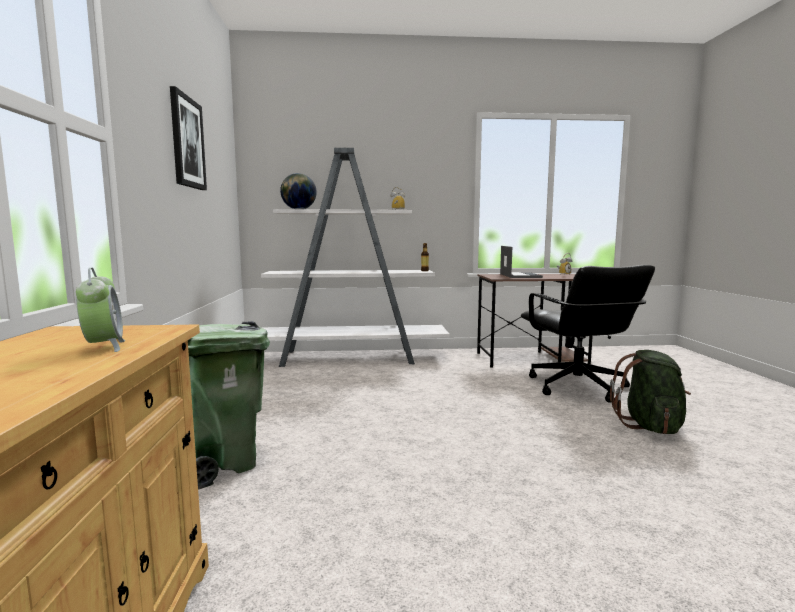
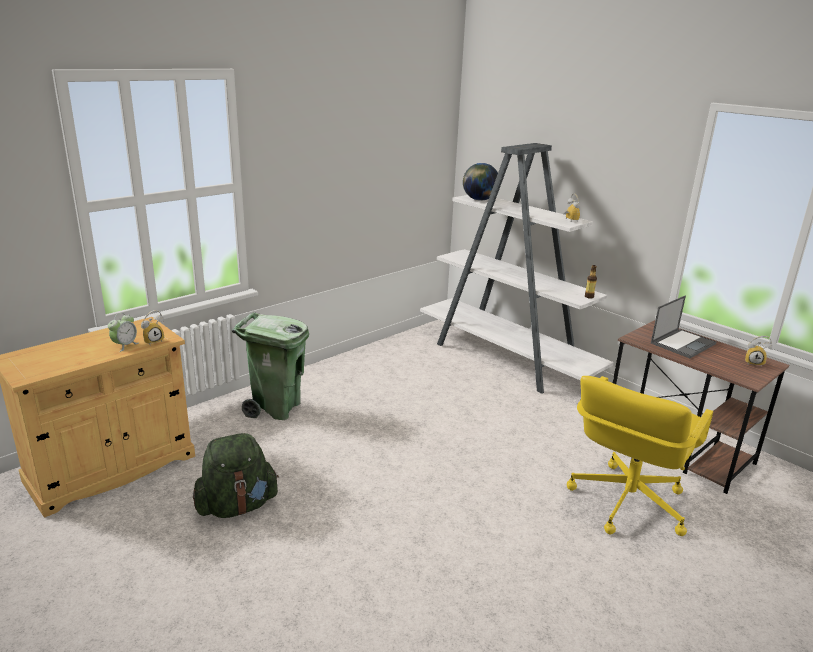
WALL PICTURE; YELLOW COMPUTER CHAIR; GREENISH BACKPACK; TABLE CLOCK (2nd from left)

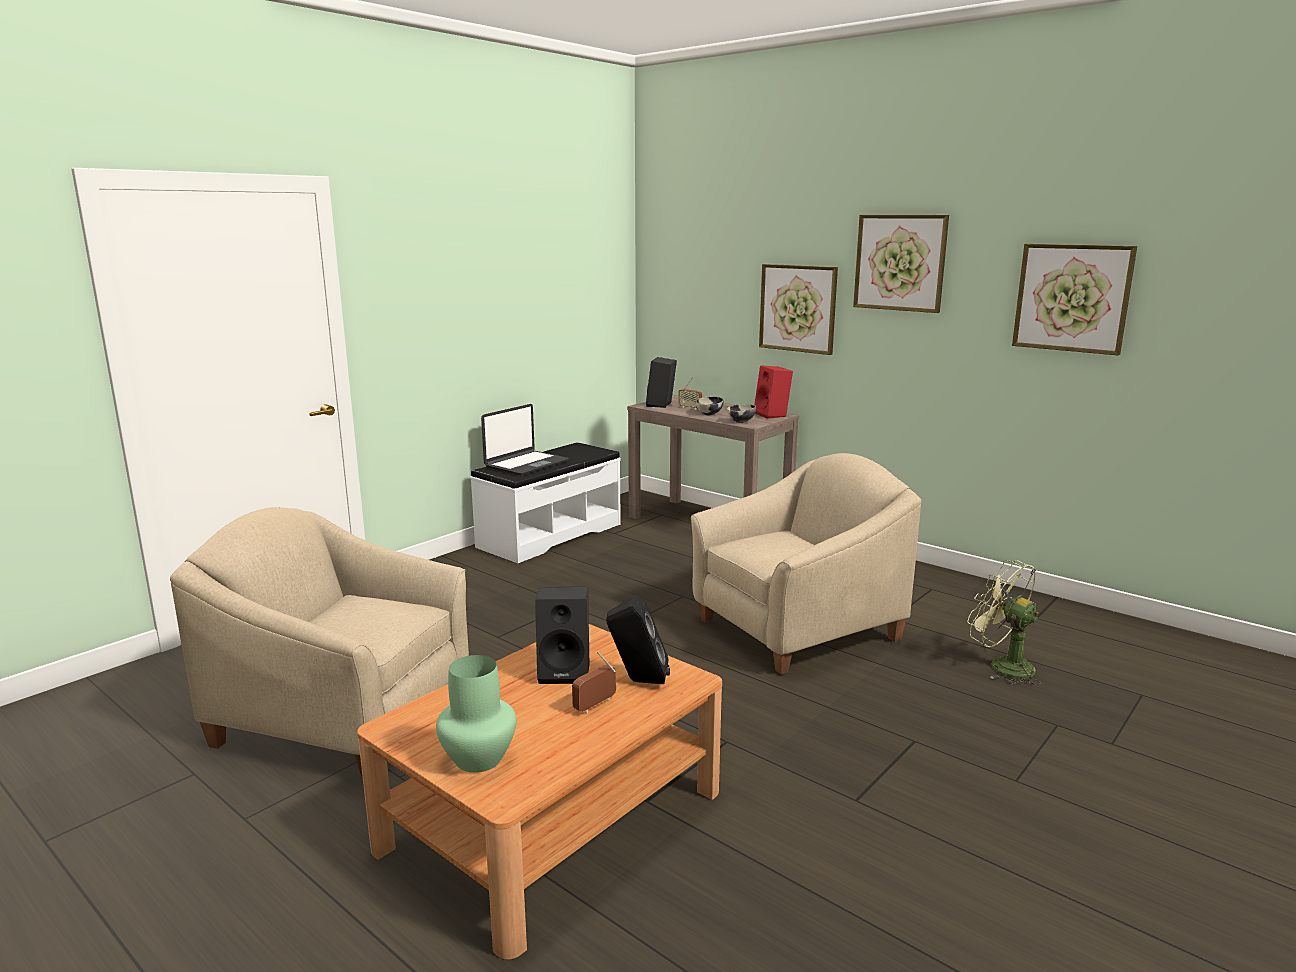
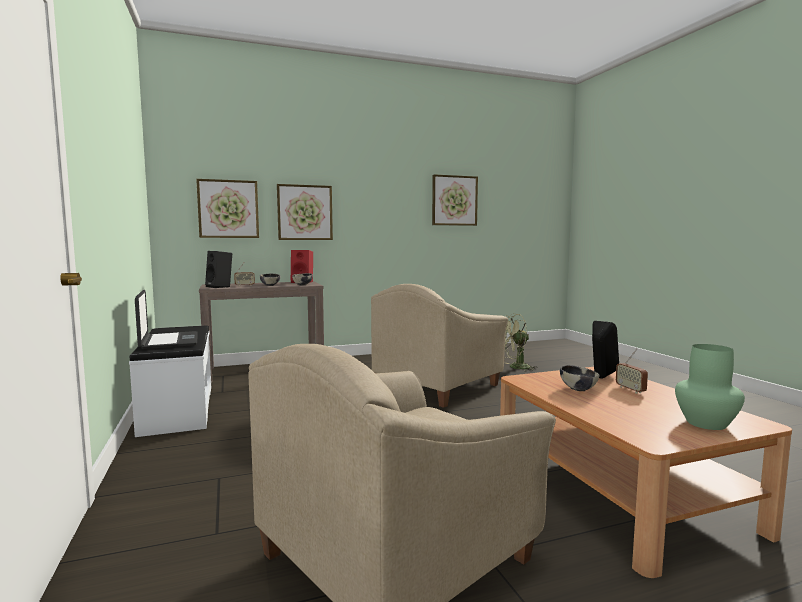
DEEP DISH (3rd from left); SAND-COLOURED EASY CHAIR (2nd from left); WALL PICTURE (1st from left)

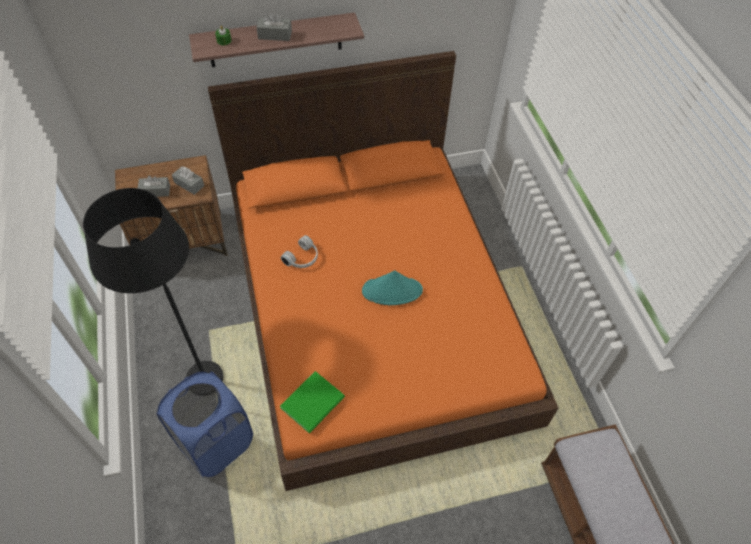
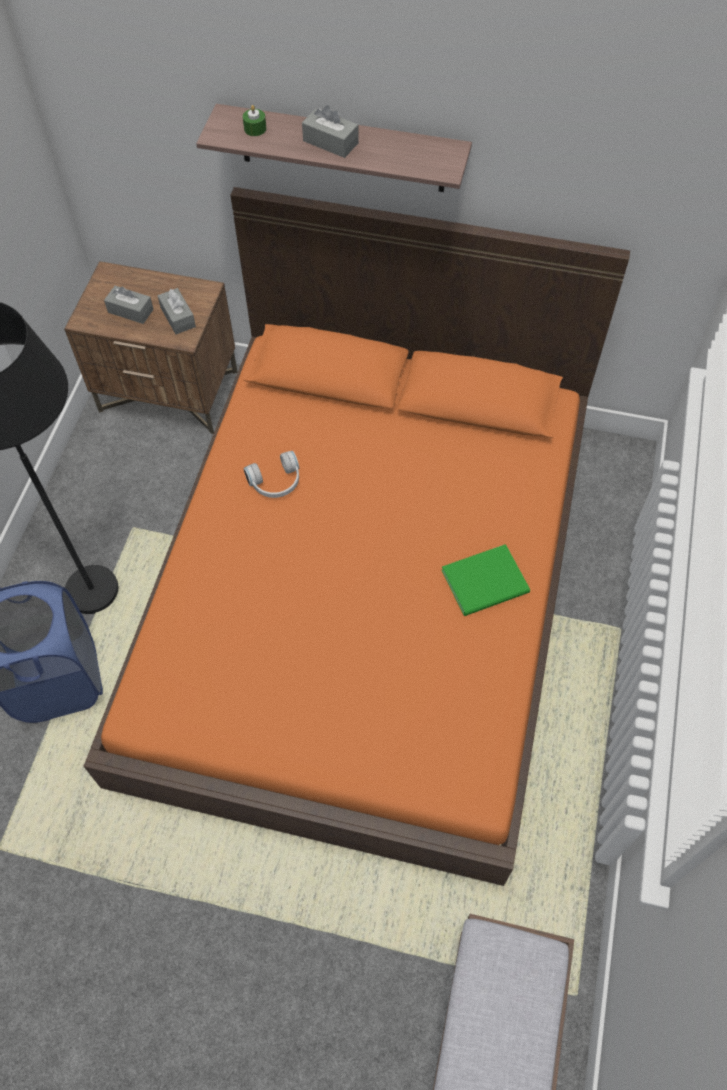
GREENISH VOLUME; TURQUOISE WEARABLE HAT

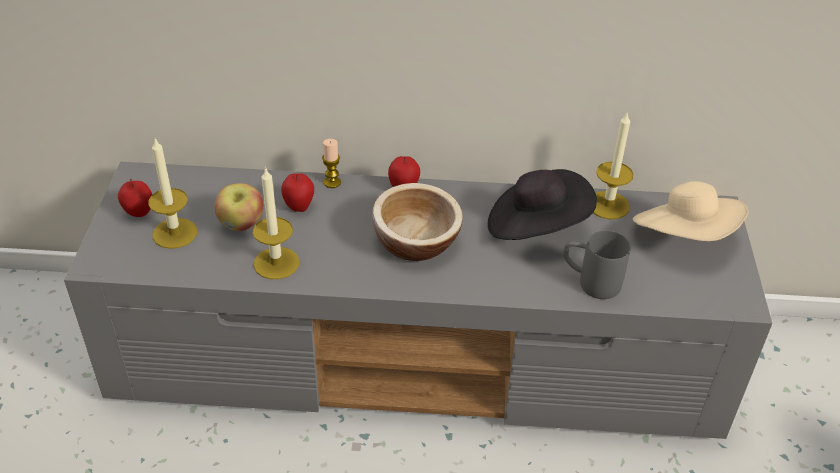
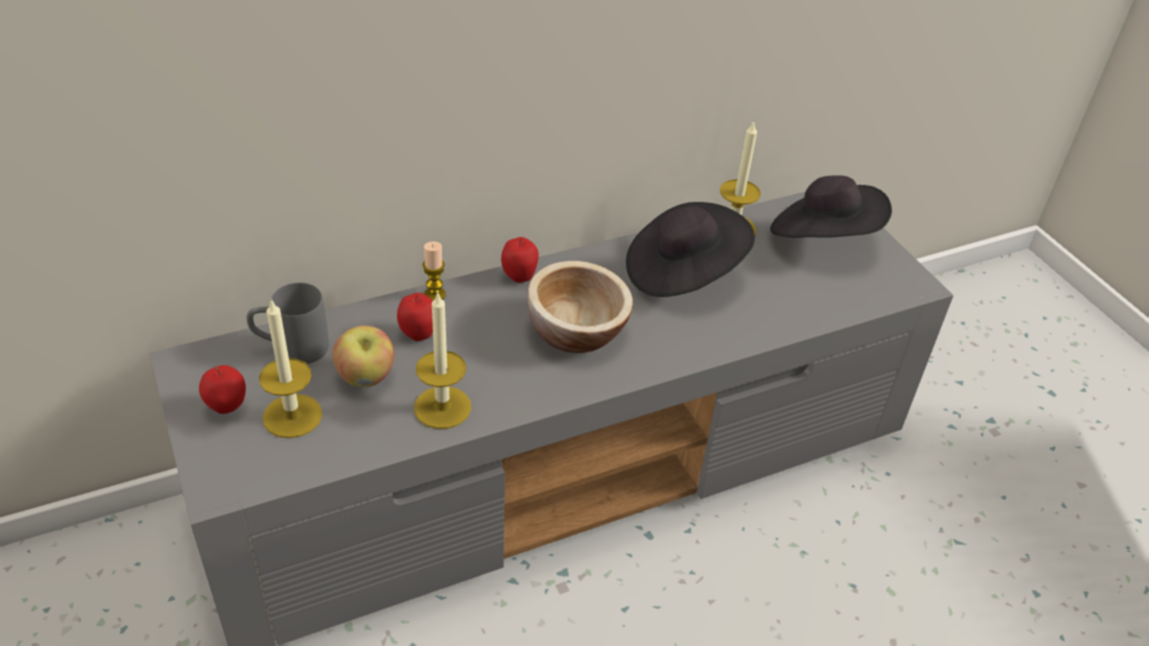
GREY MUG; BLACK WEARABLE HAT (2nd from left)

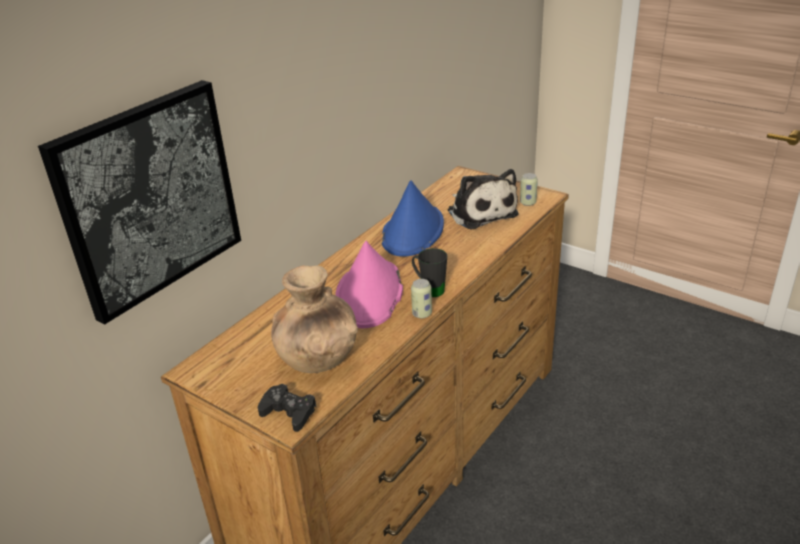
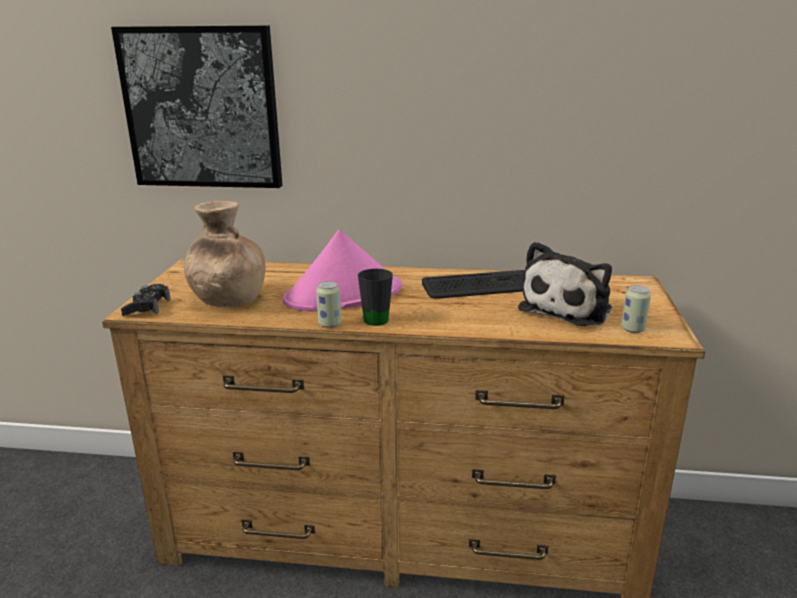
COMPUTER KEYBOARD

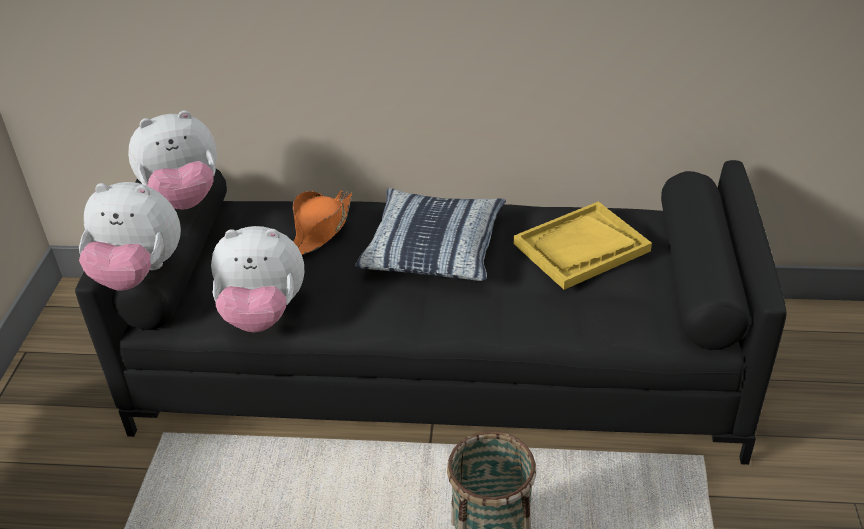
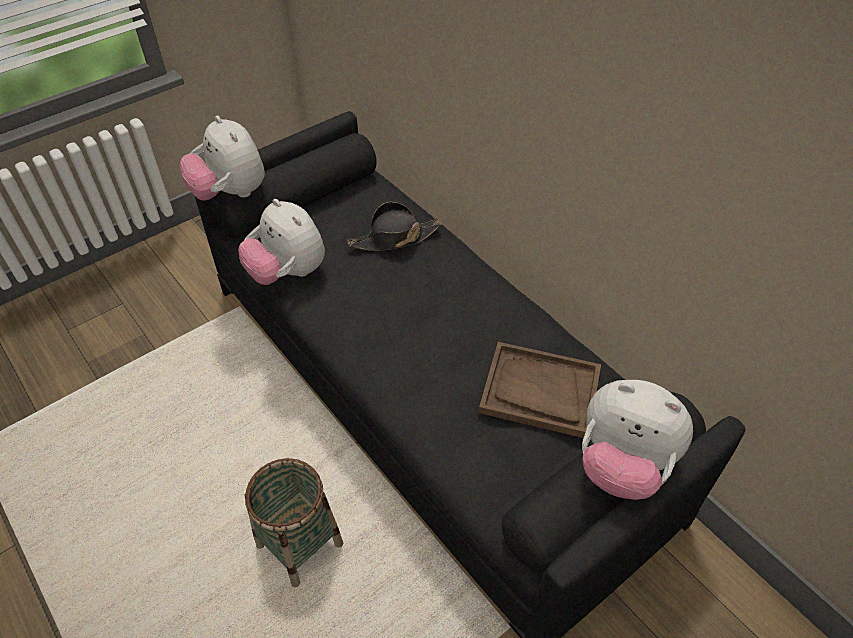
PLUSH TOY (3rd from left); BLACK WEARABLE HAT; THROW PILLOW; BROWN CARRYING TRAY

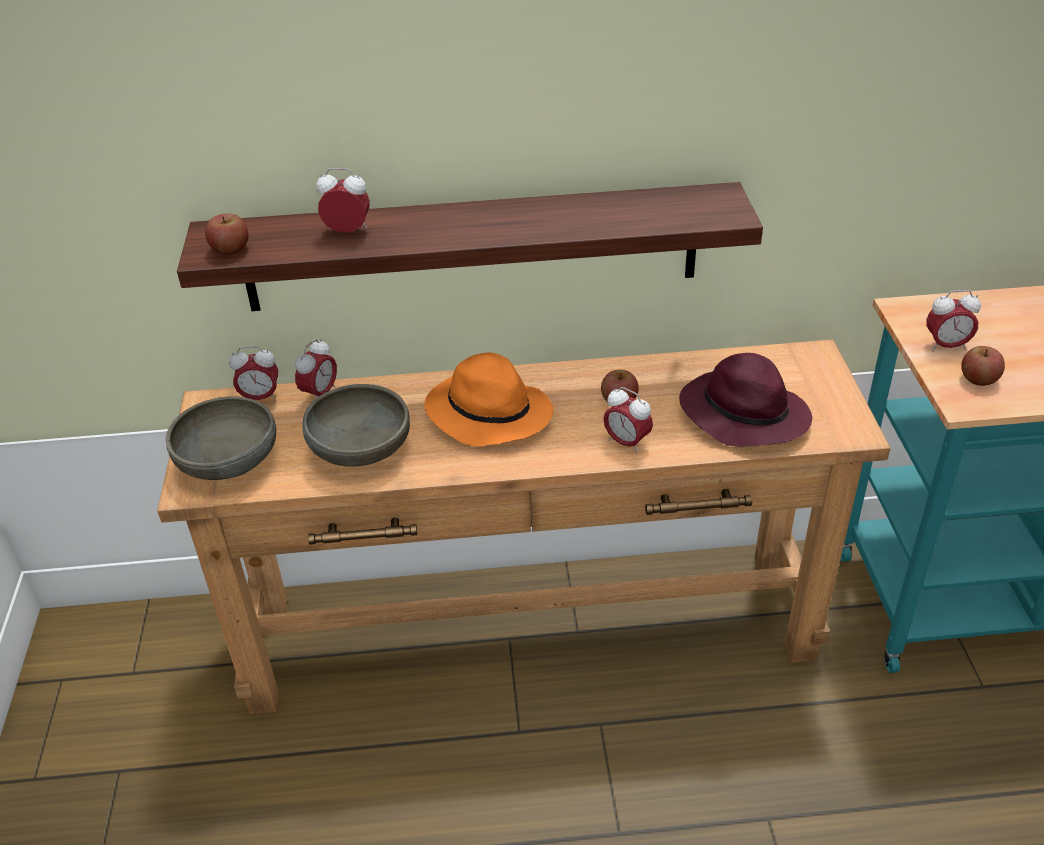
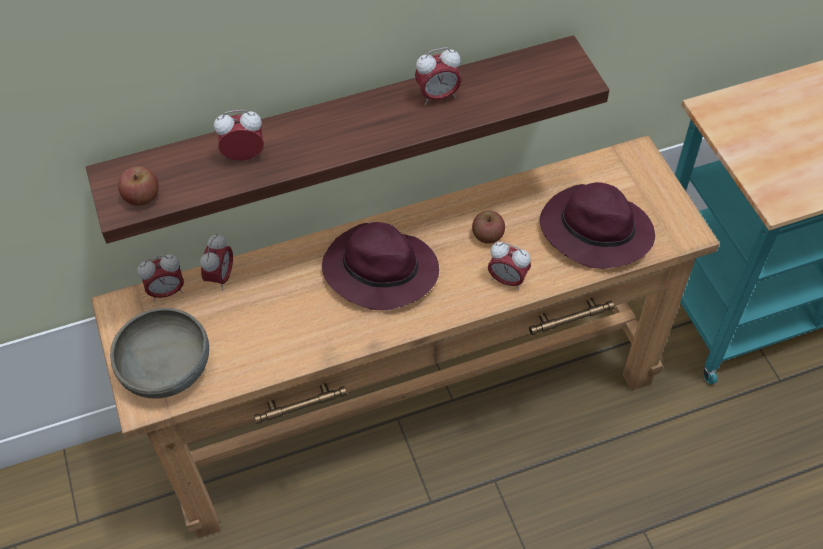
GREY DEEP DISH (2nd from left in the first image); PURPLE-COLOURED WEARABLE HAT (1st from left); TABLE CLOCK (4th from left); APPLE (3rd from left in the first image)

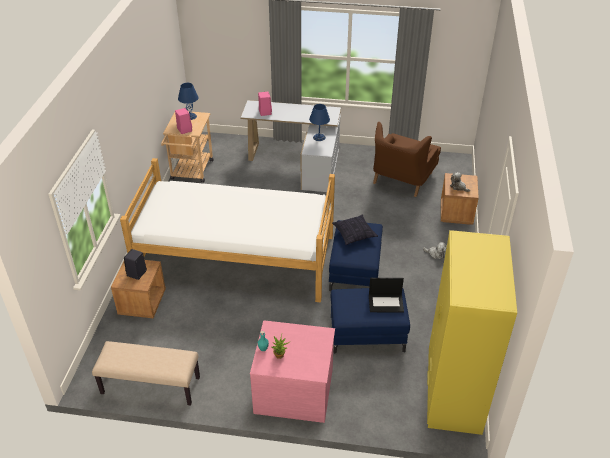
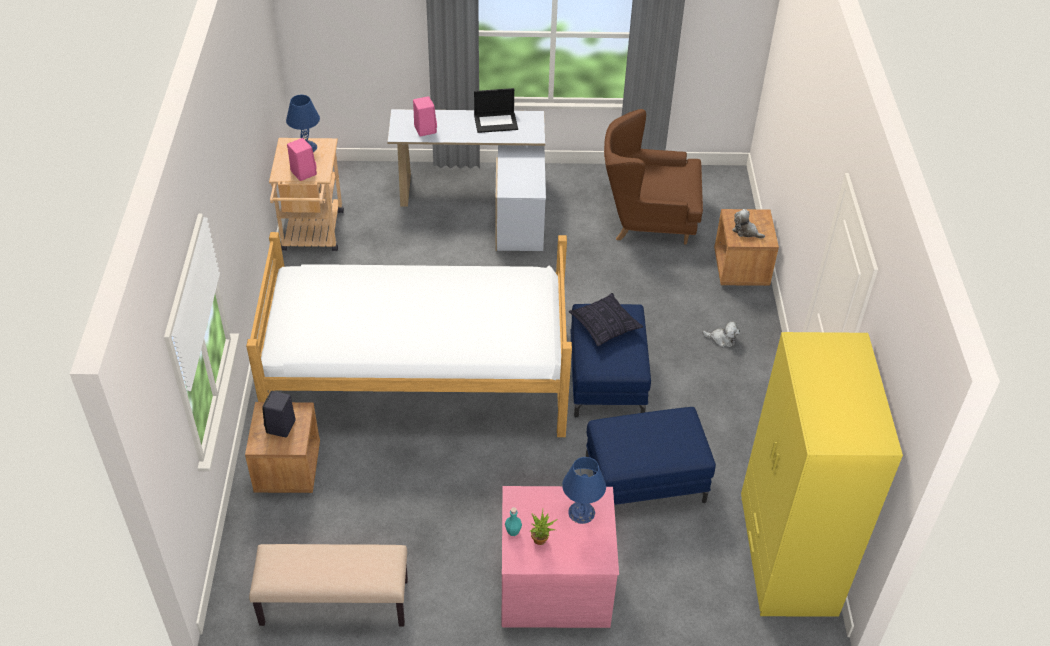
BLUISH TABLETOP LAMP (2nd from left); PORTABLE COMPUTER; BROWN EASY CHAIR

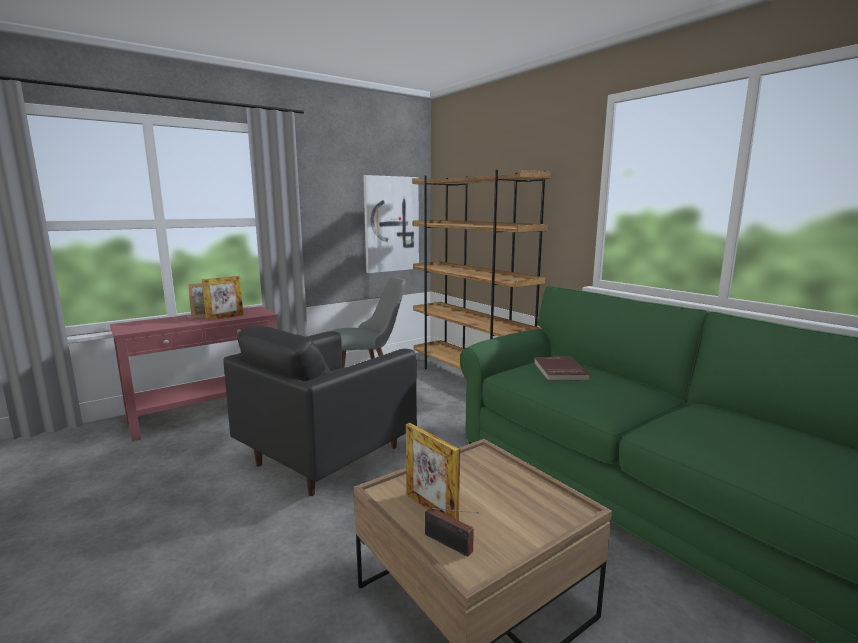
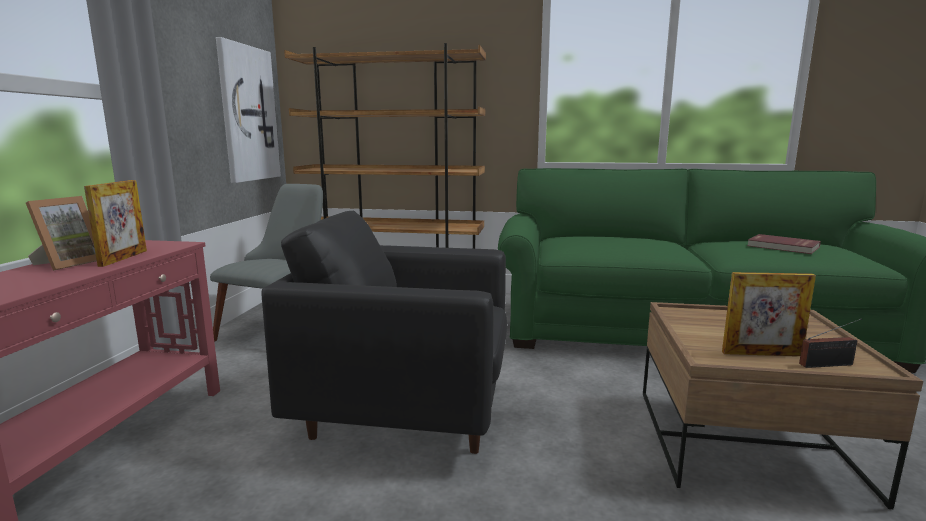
BLACK EASY CHAIR; RED VOLUME

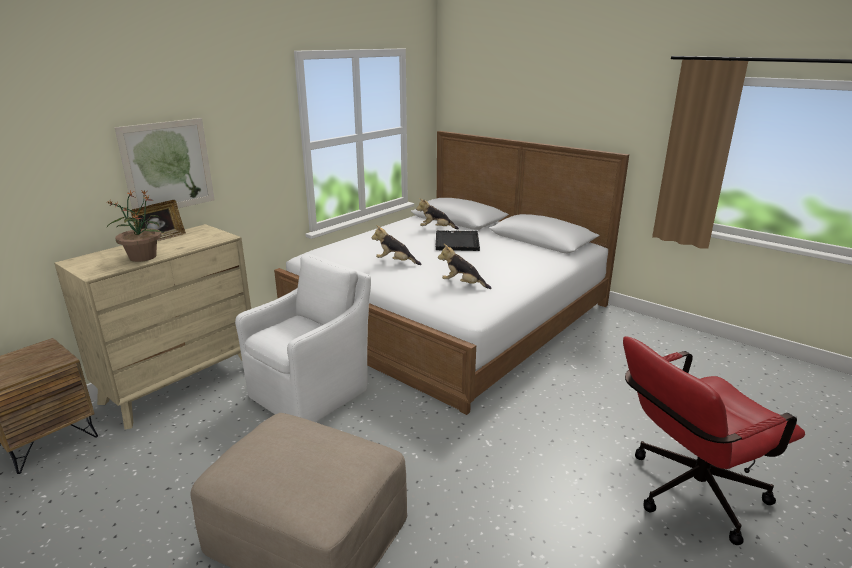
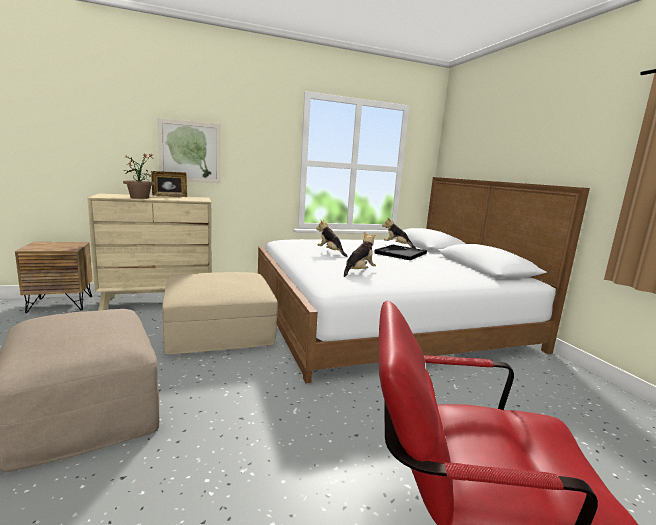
SAND-COLOURED OTTOMAN (2nd from left); PLUSH TOY (2nd from left)

